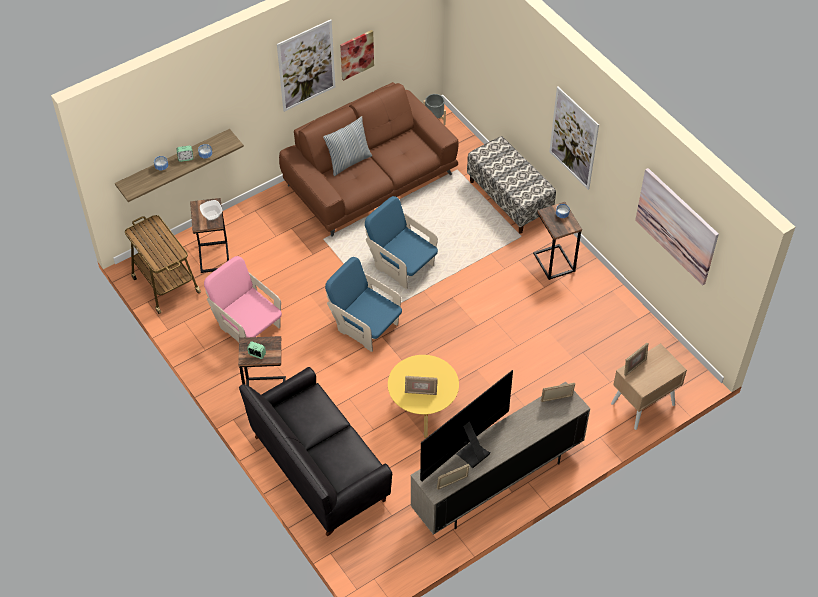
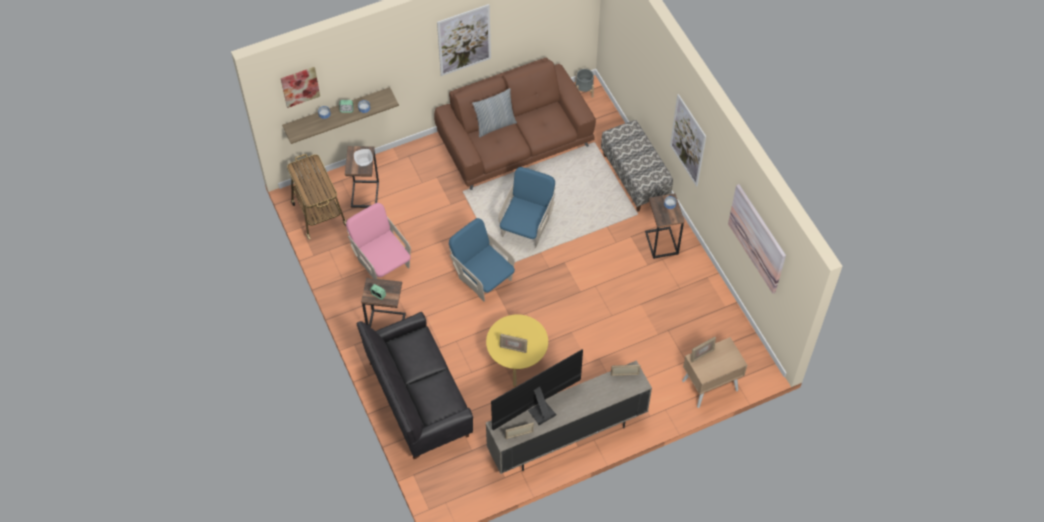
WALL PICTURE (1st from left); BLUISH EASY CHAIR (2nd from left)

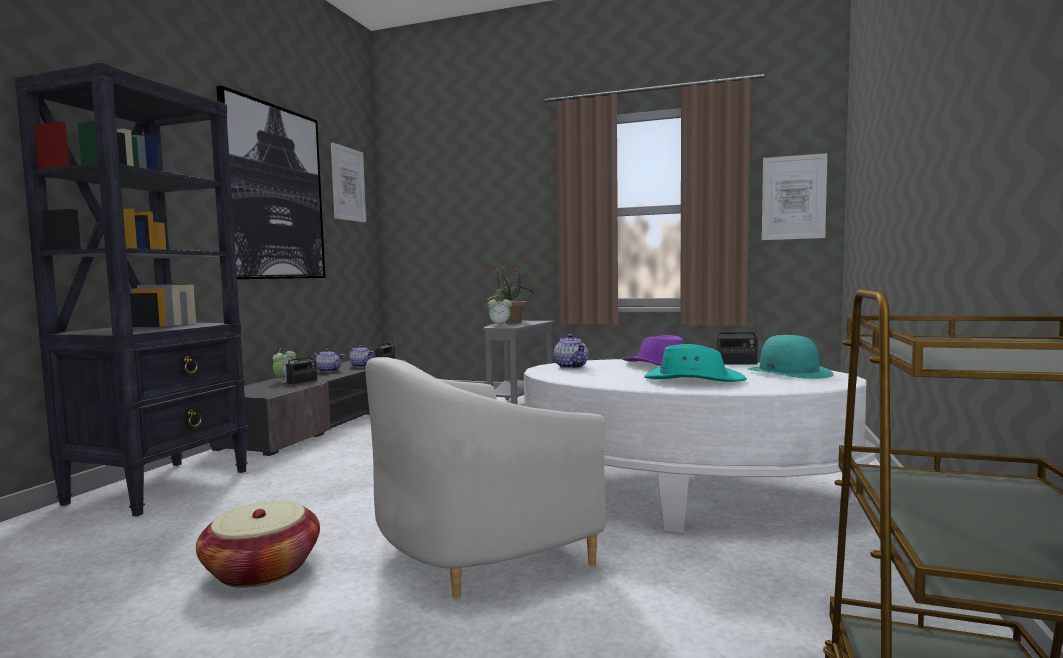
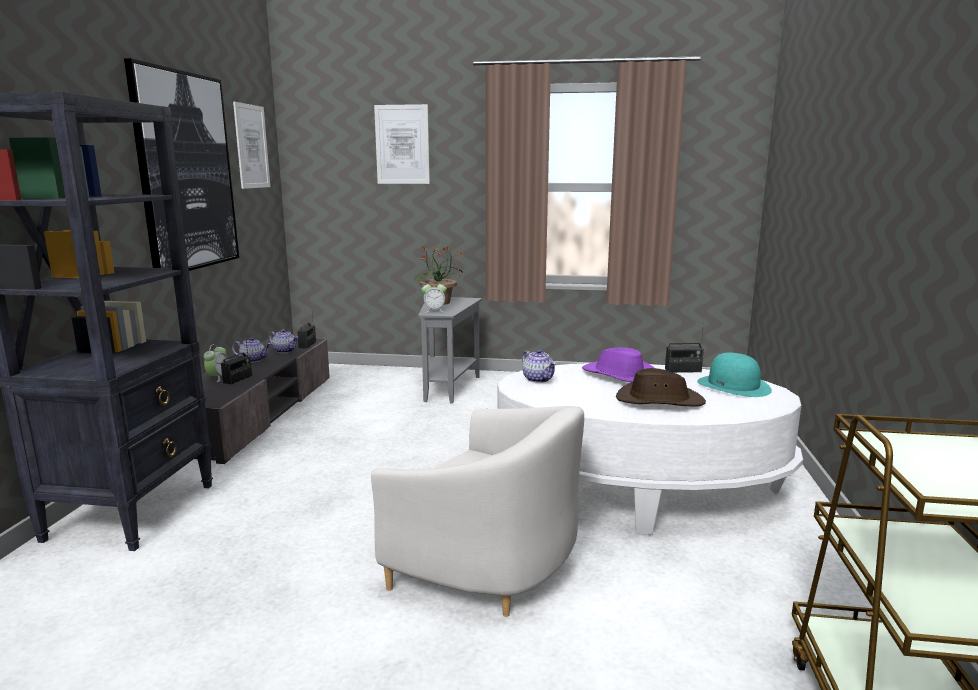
HOUSEHOLD BASKET; WHITISH EASY CHAIR; BROWN WEARABLE HAT; WALL PICTURE (3rd from left)

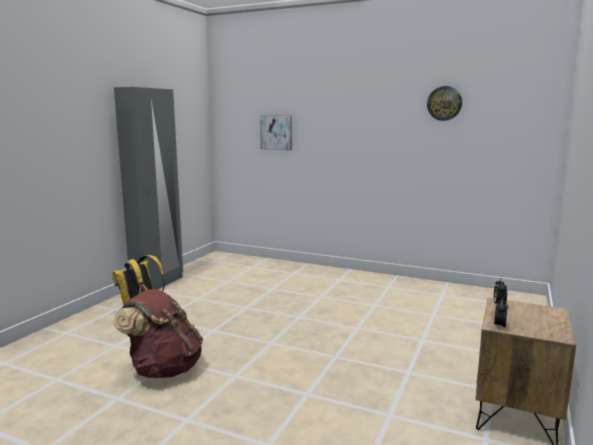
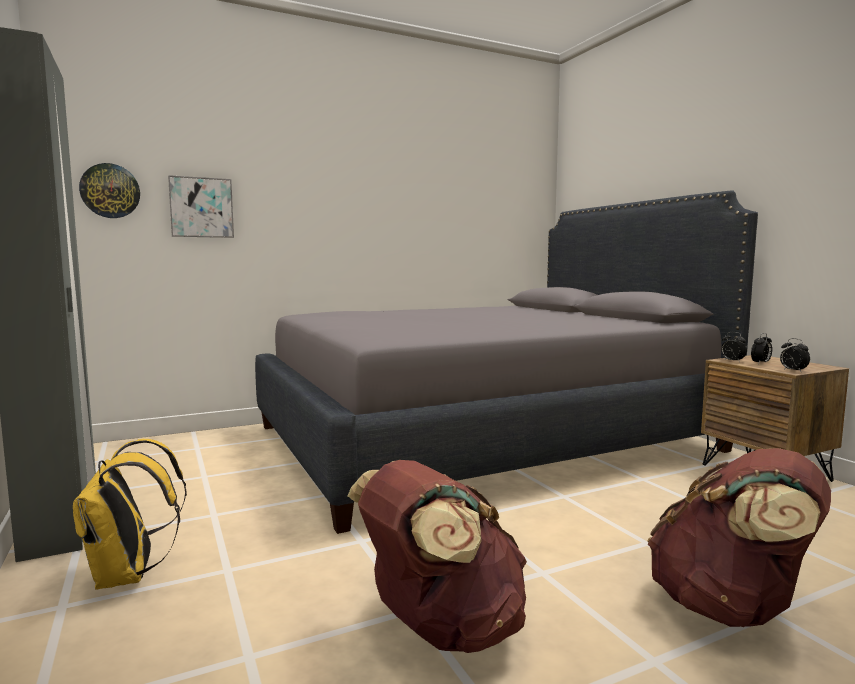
HANGING CLOCK; GREY SLEEPING BED; BROWN BACKPACK (2nd from left); TABLE CLOCK (2nd from left)

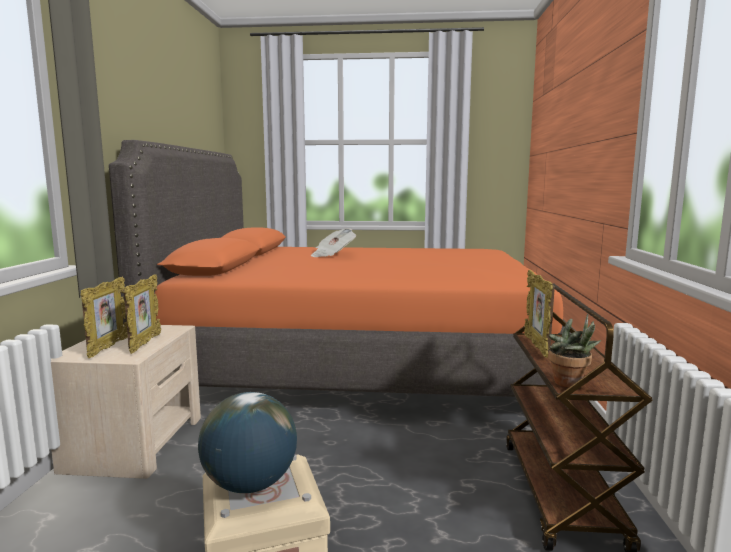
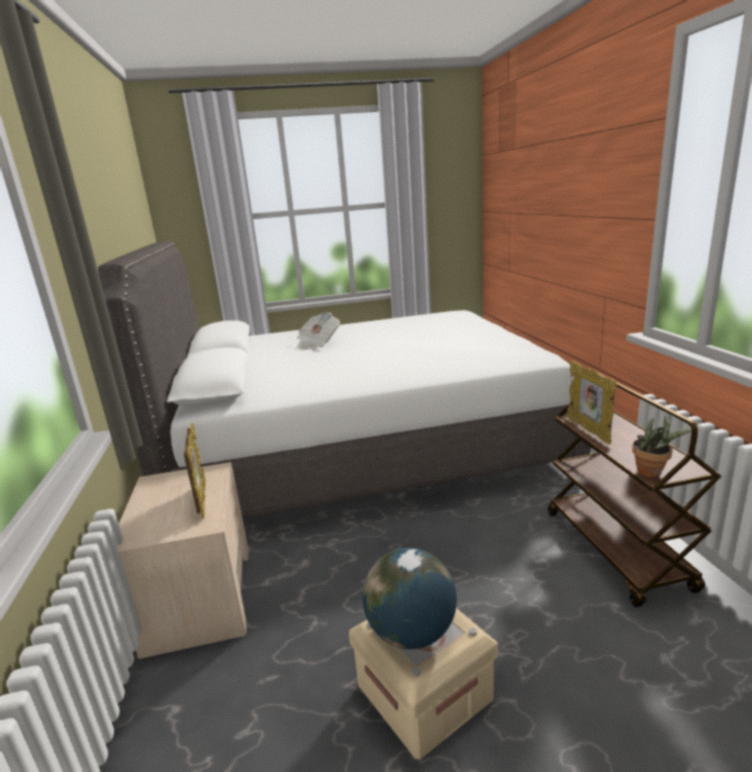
PHOTO FRAME (1st from left in the first image); WHITISH SLEEPING BED

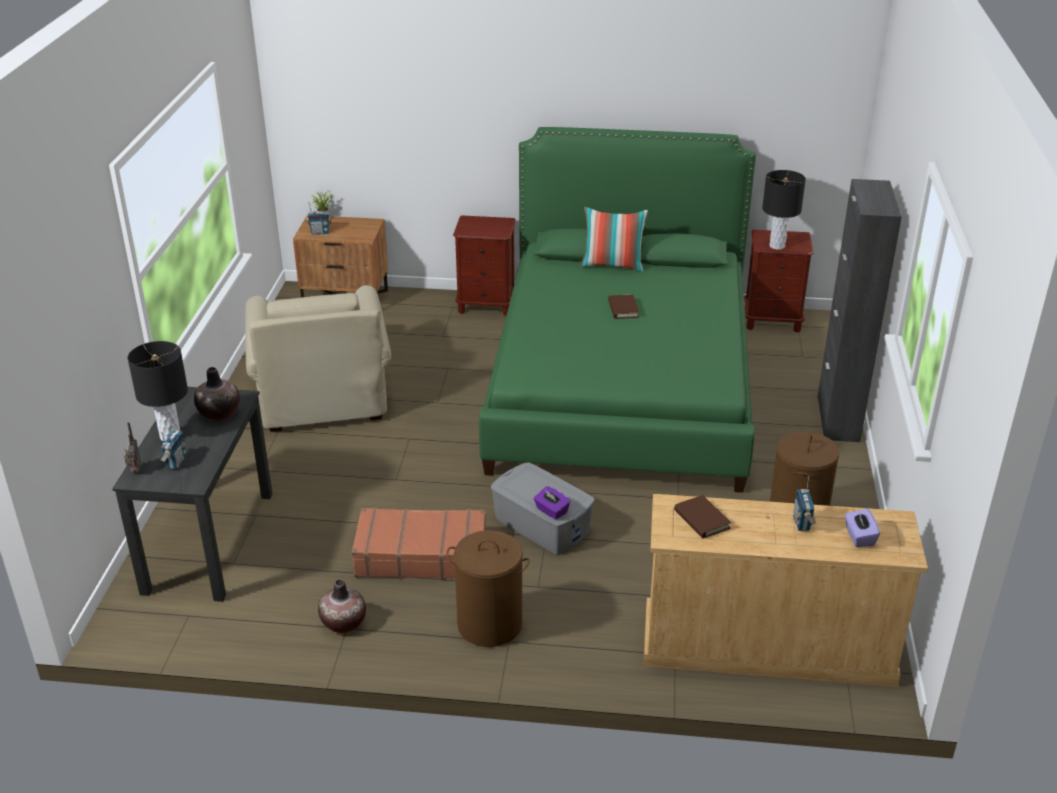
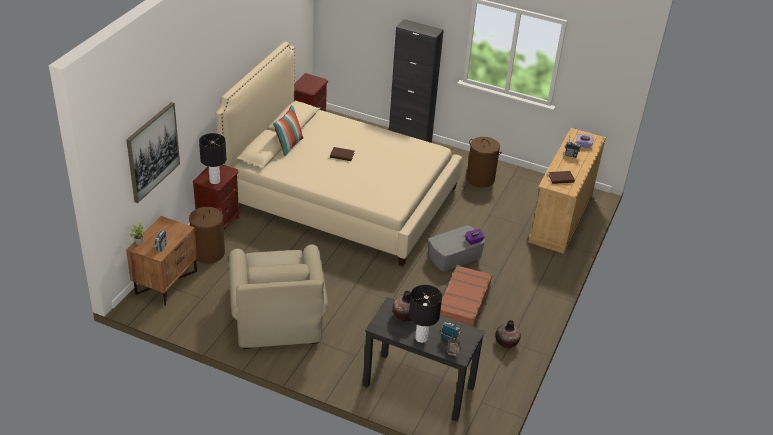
SAND-COLOURED EASY CHAIR; BROWN WASHING BASKET (1st from left); SAND-COLOURED SLEEPING BED; BLACK TABLETOP LAMP (1st from left); WALL PICTURE

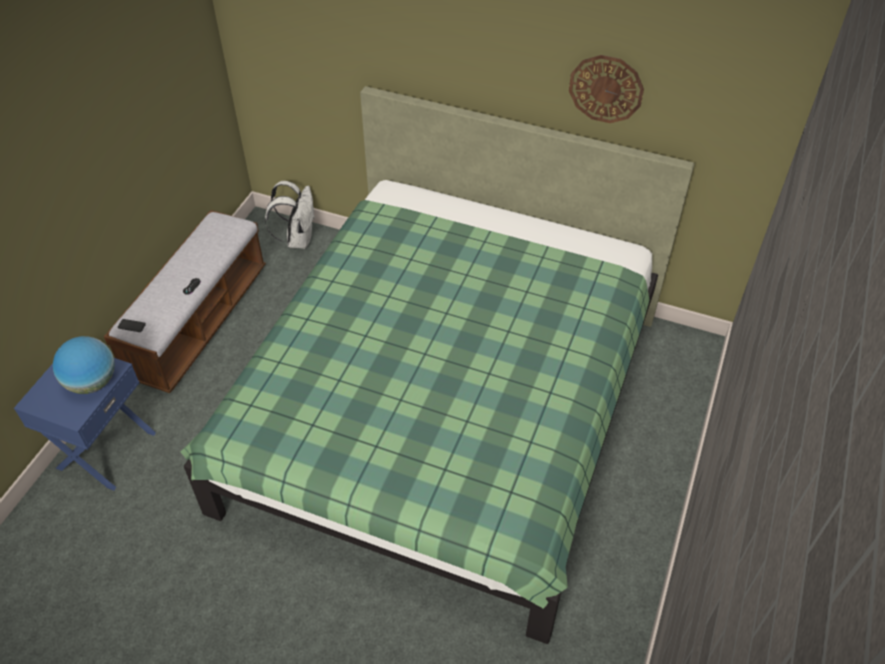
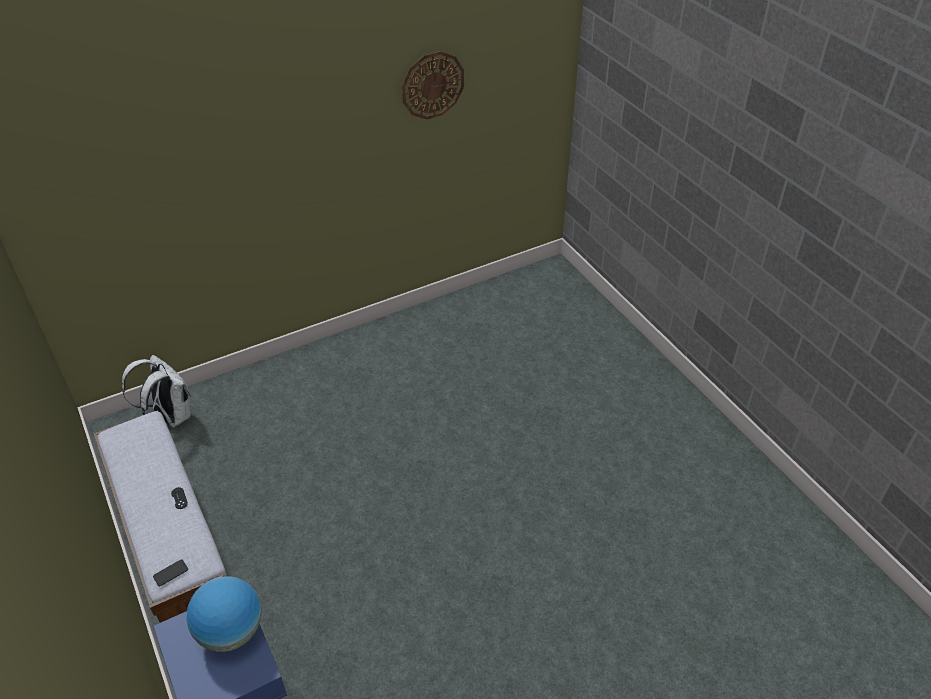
GREENISH SLEEPING BED

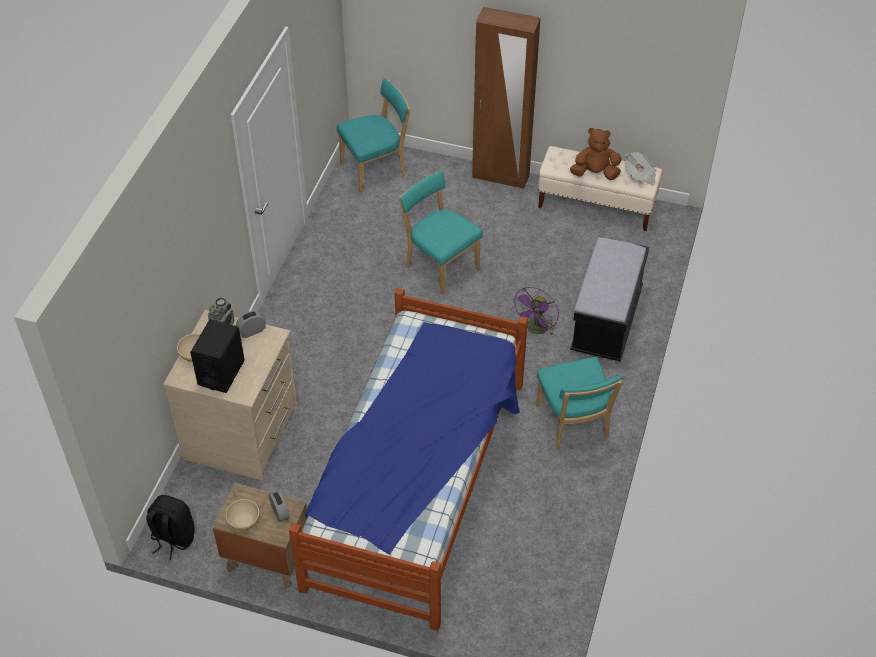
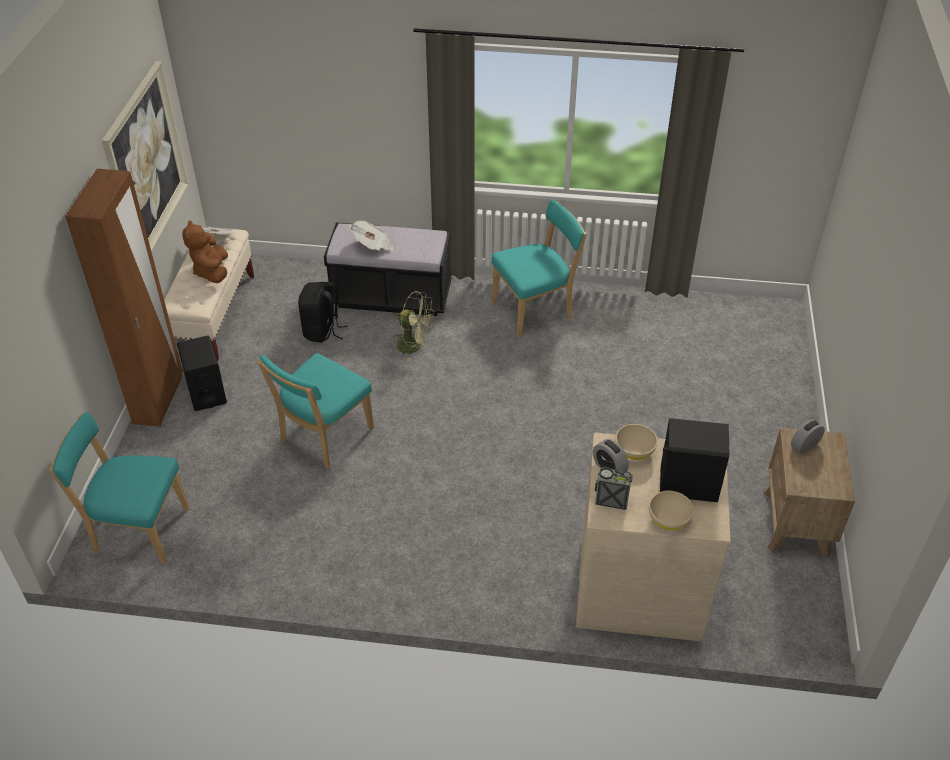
BLACK BACKPACK; SAND-COLOURED DEEP DISH (1st from left); SLEEPING BED; TURQUOISE PLAIN CHAIR (1st from left); GREENISH ELECTRIC FAN; WALL PICTURE; BLACK LOUDSPEAKER (1st from left); PRINTED PAPER (2nd from left)

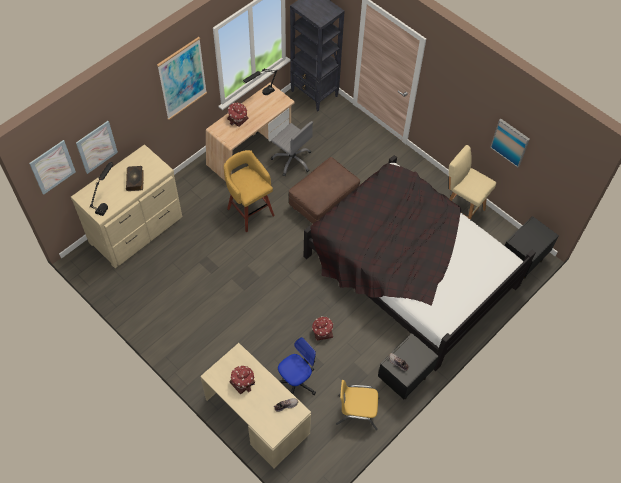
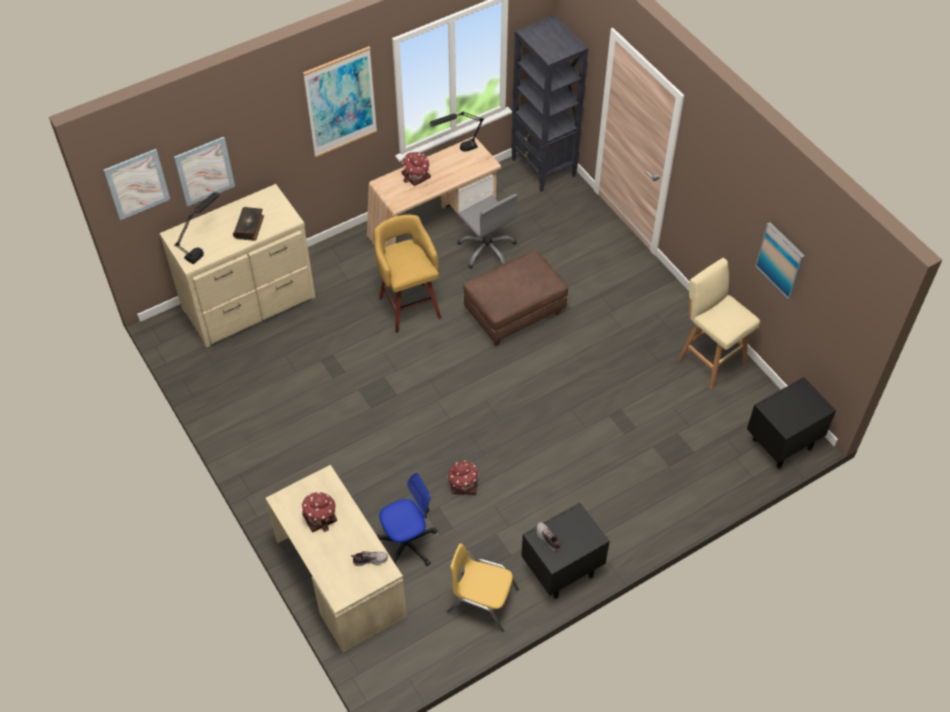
BLACK SLEEPING BED

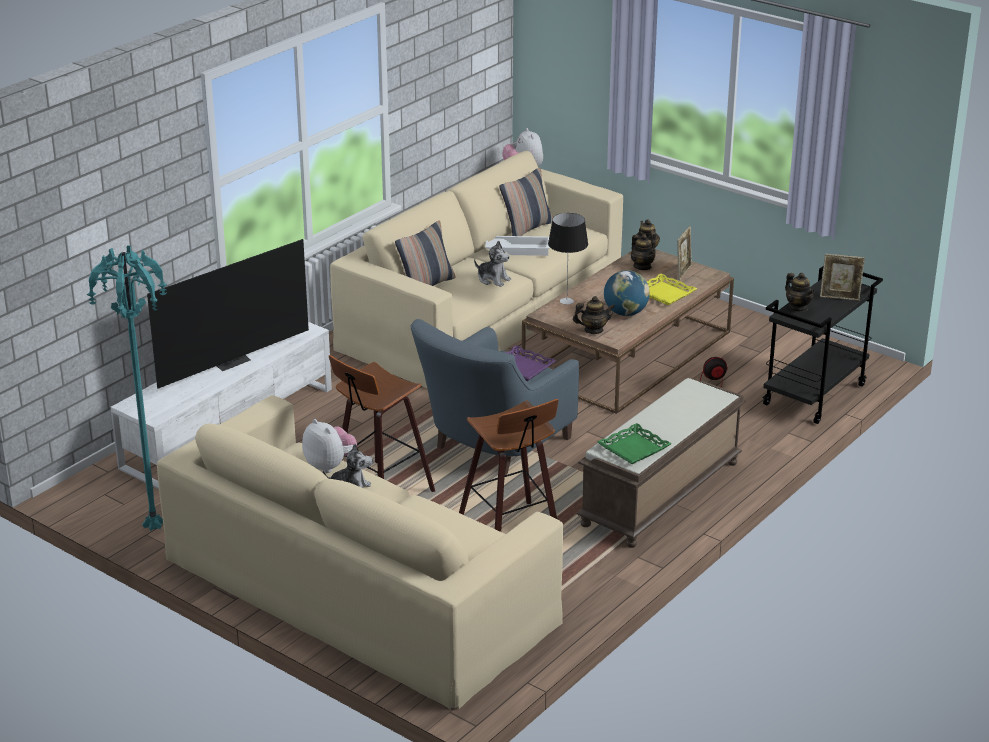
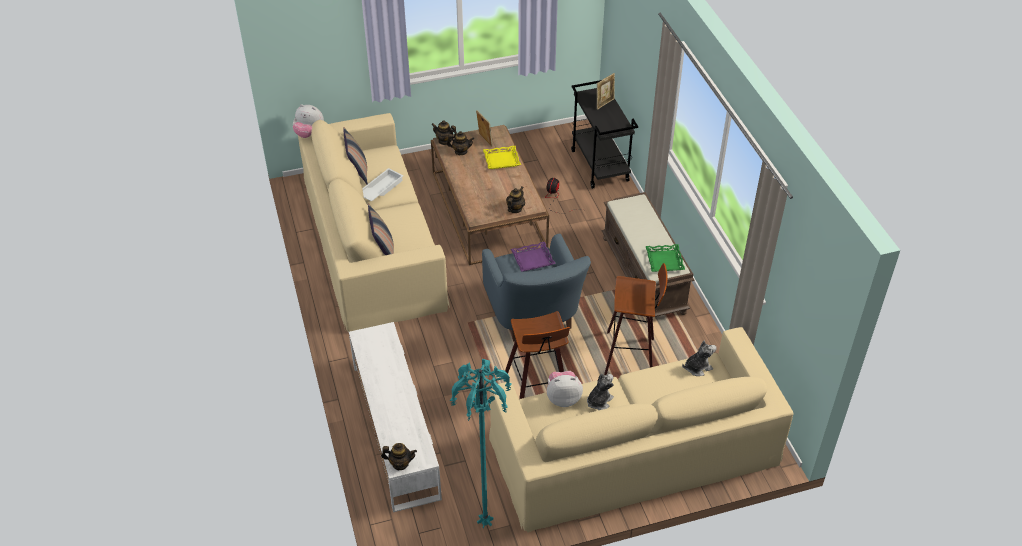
TELEVISION; PLUSH TOY (4th from left); TABLETOP LAMP; GLOBE; POT FOR TEA (1st from left)

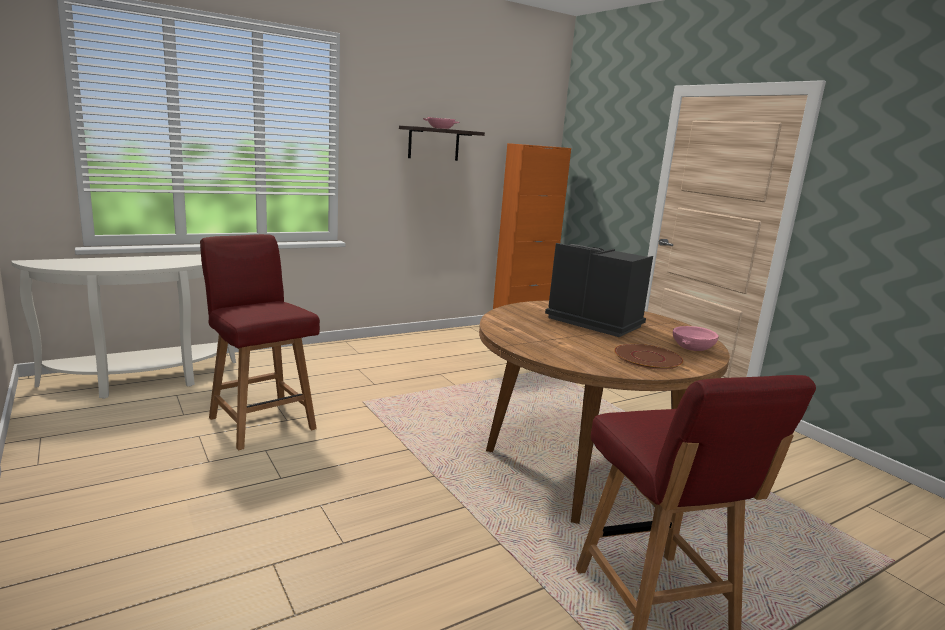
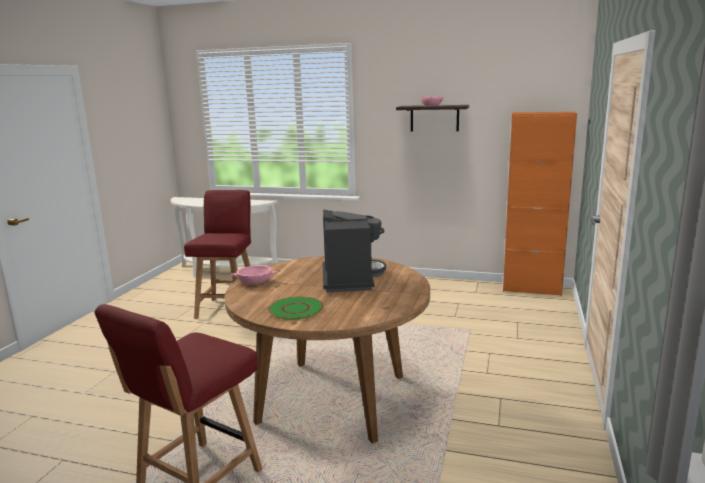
GREENISH DINNER PLATE; PINKISH DEEP DISH (1st from left)

